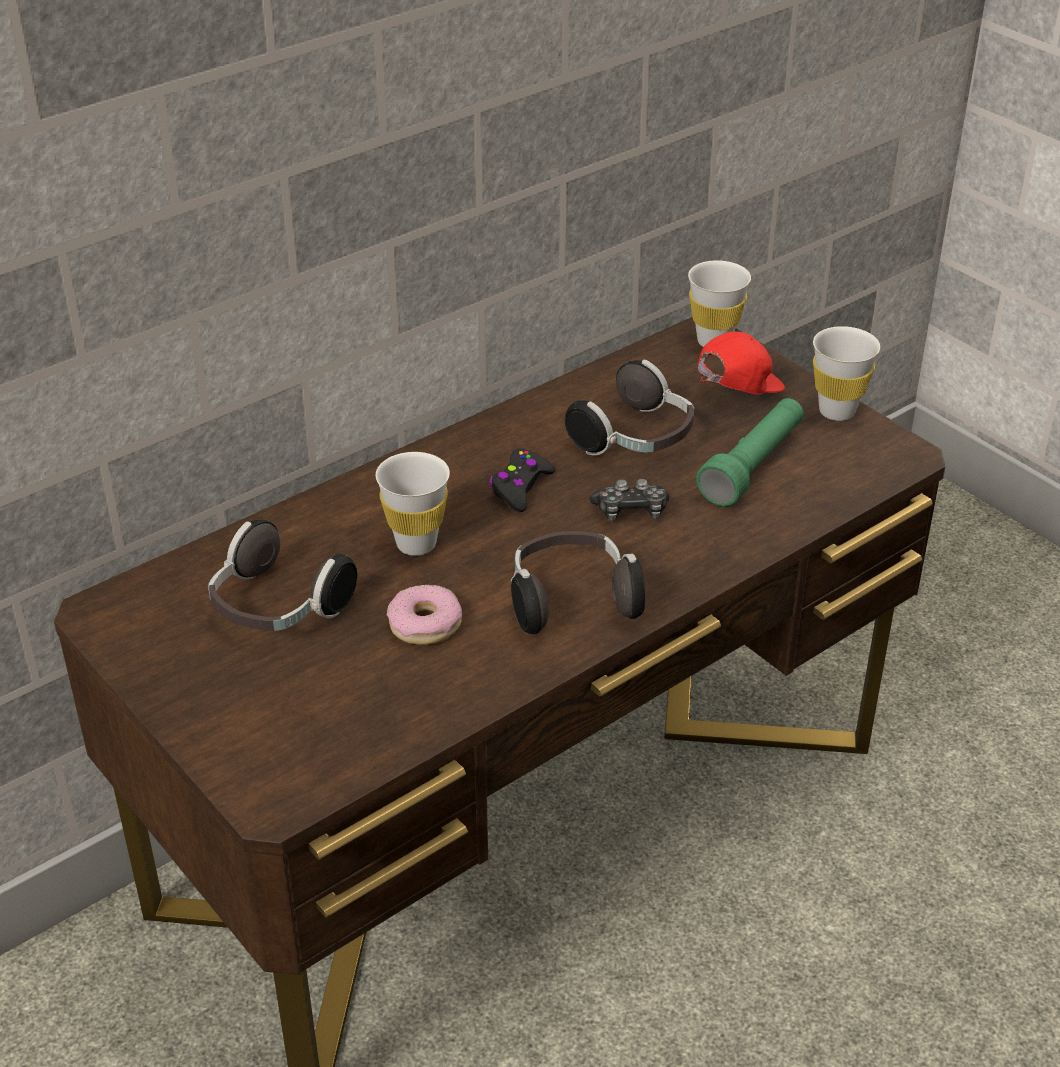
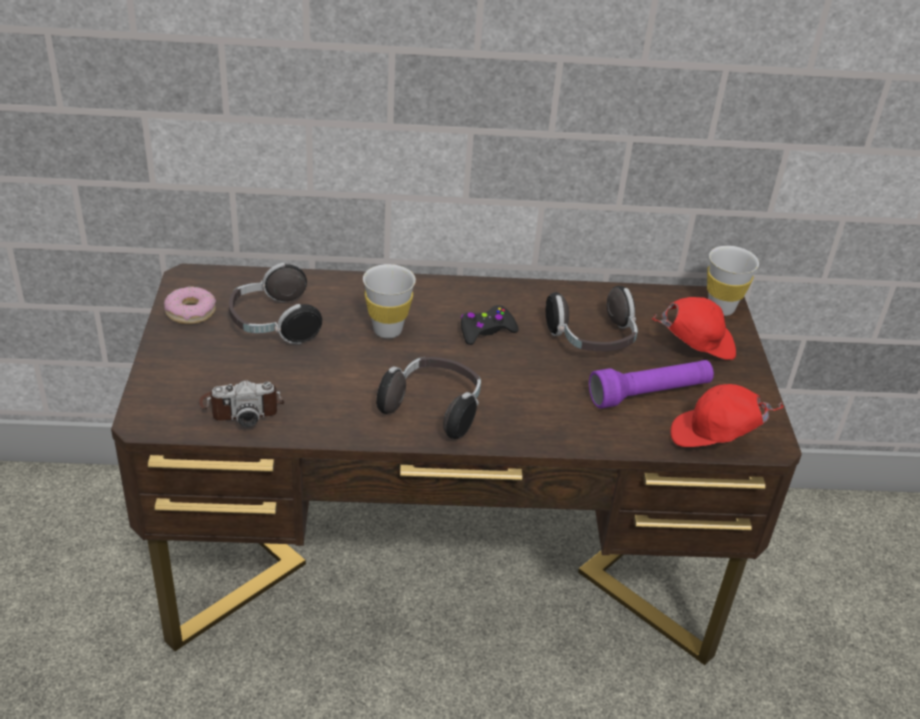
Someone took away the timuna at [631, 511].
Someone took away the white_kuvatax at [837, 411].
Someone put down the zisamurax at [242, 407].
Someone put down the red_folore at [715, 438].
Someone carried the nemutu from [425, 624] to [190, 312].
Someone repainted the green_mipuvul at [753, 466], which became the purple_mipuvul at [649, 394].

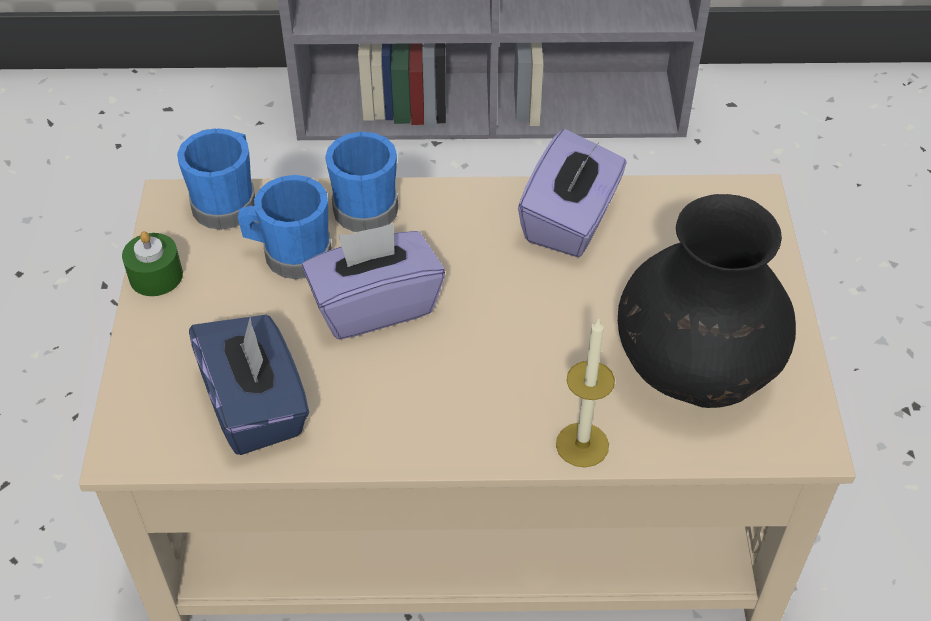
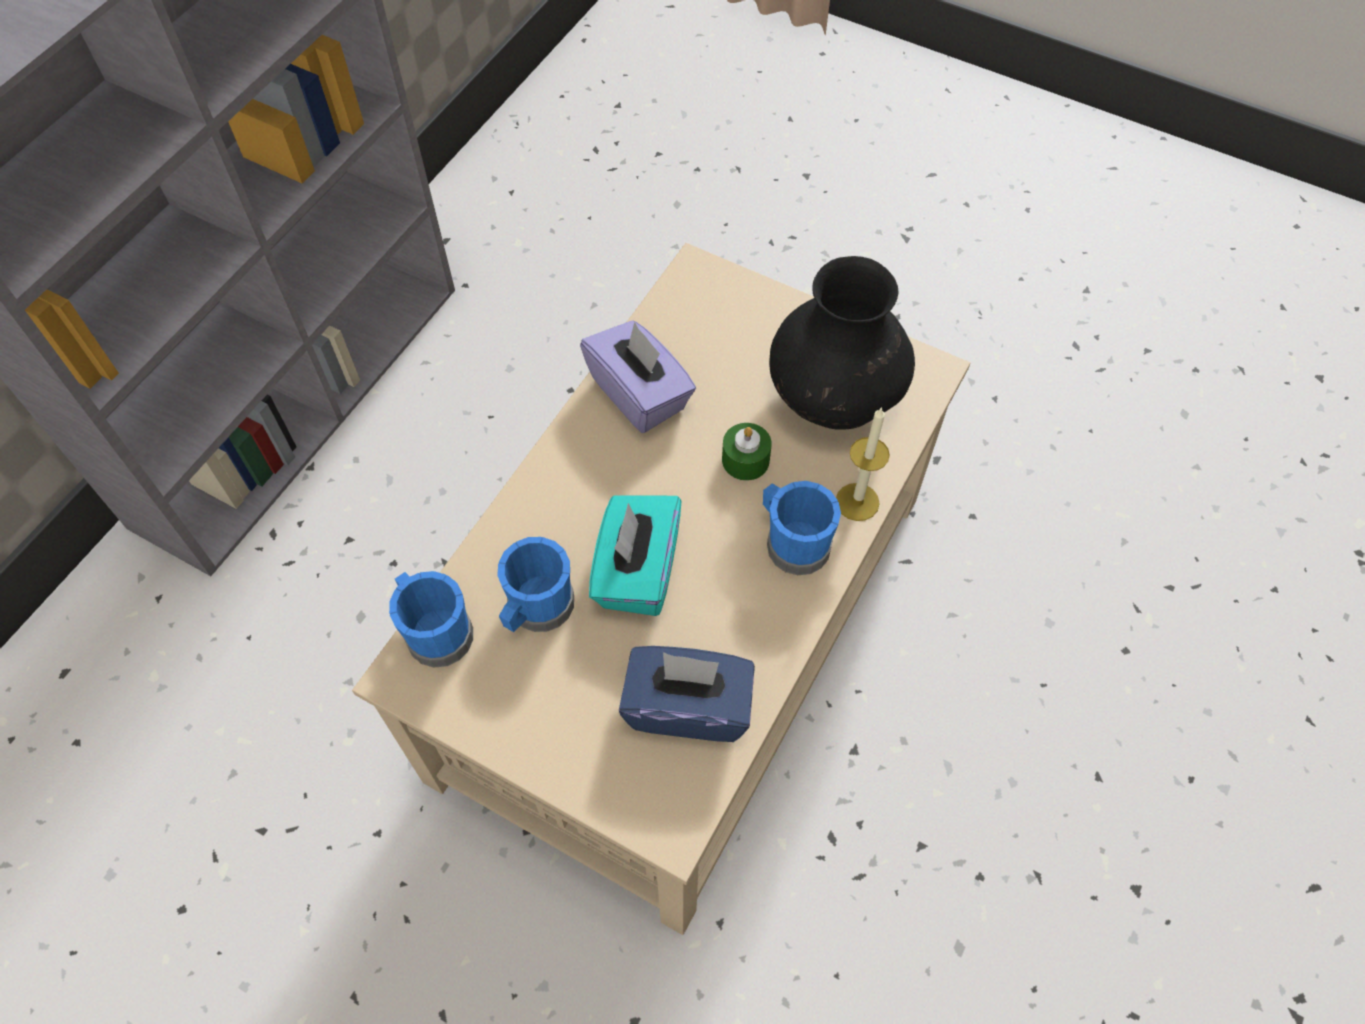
Someone carried the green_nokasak from [156, 276] to [745, 460].
Someone carried the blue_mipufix from [369, 205] to [793, 542].
Someone repainted the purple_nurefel at [375, 305], which became the turquoise_nurefel at [636, 572].

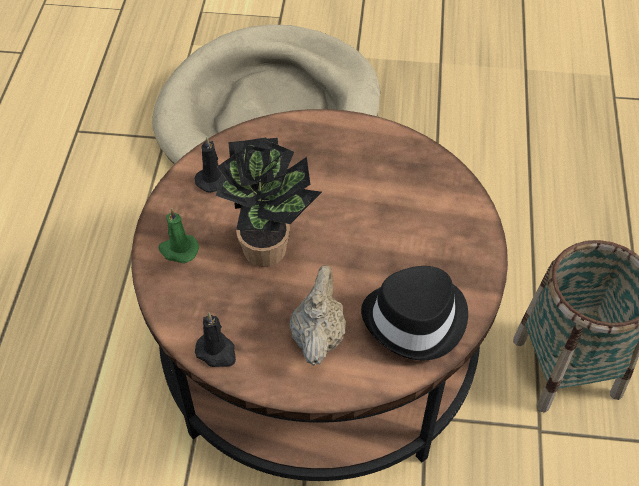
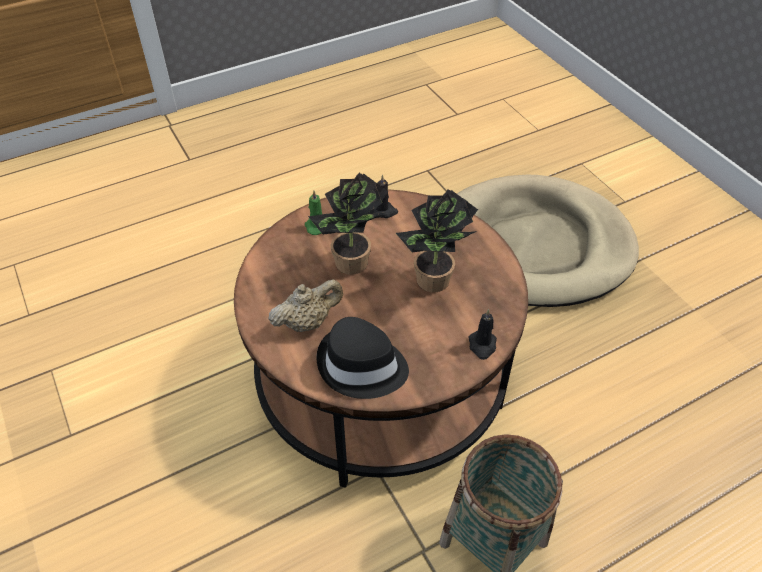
Someone put down the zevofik at [434, 284].
Someone carried the black_nokasak from [217, 352] to [482, 346].

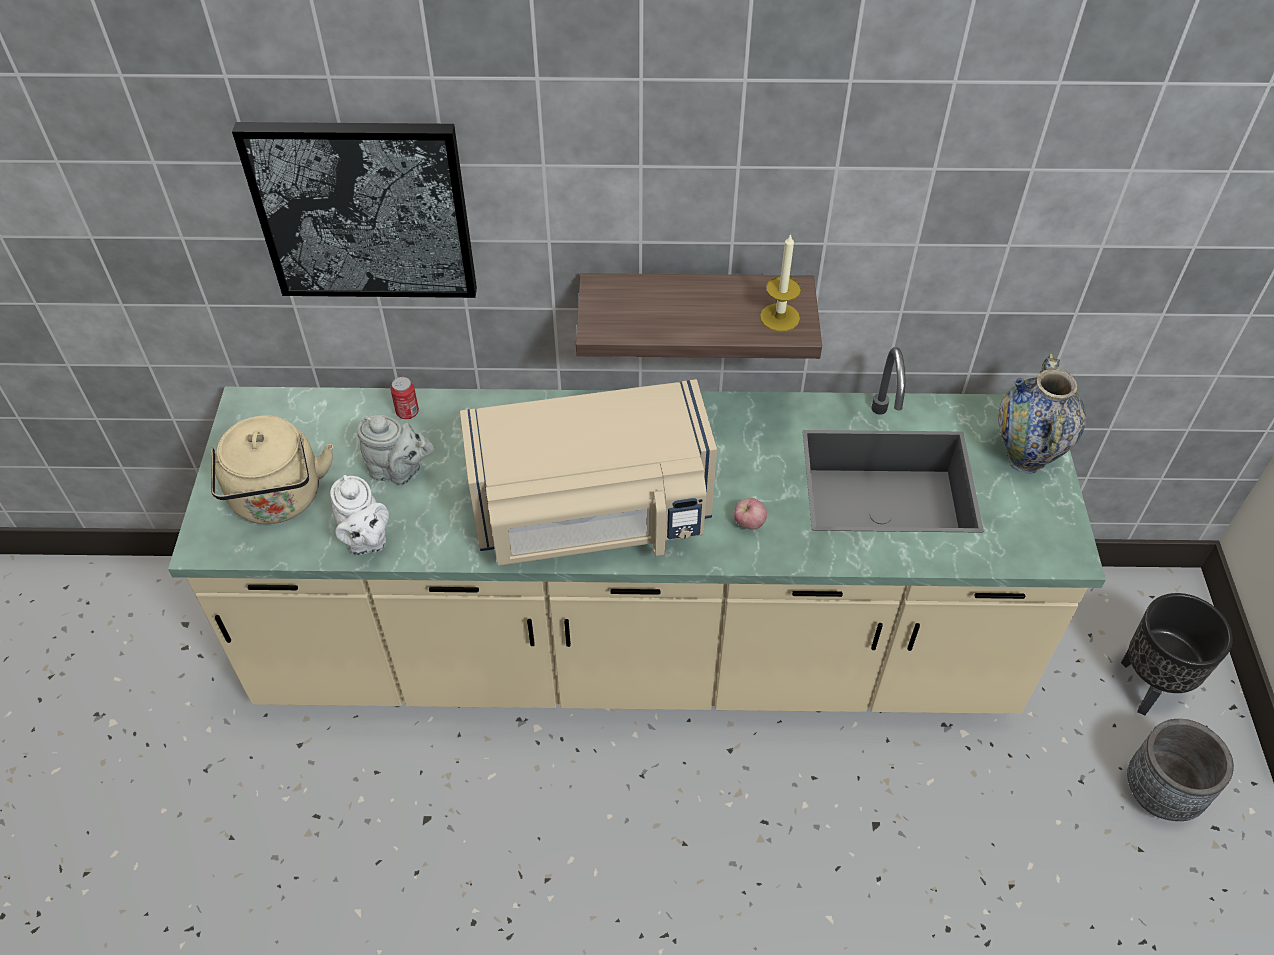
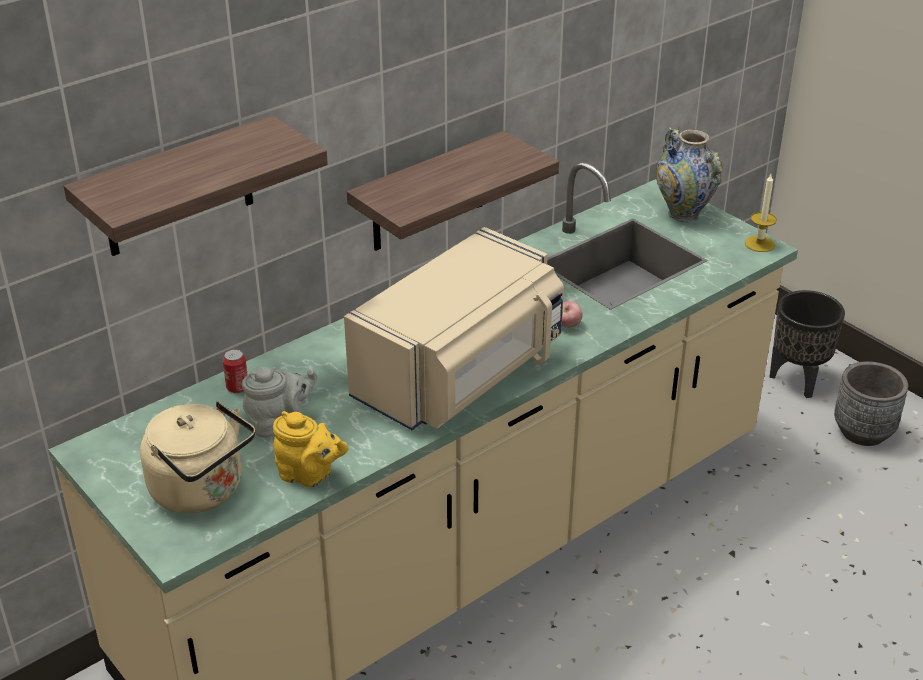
Someone carried the nokasak from [779, 317] to [759, 244].
Someone swapped the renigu at [364, 210] for the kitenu at [178, 188].
Someone repainted the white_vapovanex at [365, 540], which became the yellow_vapovanex at [309, 475].

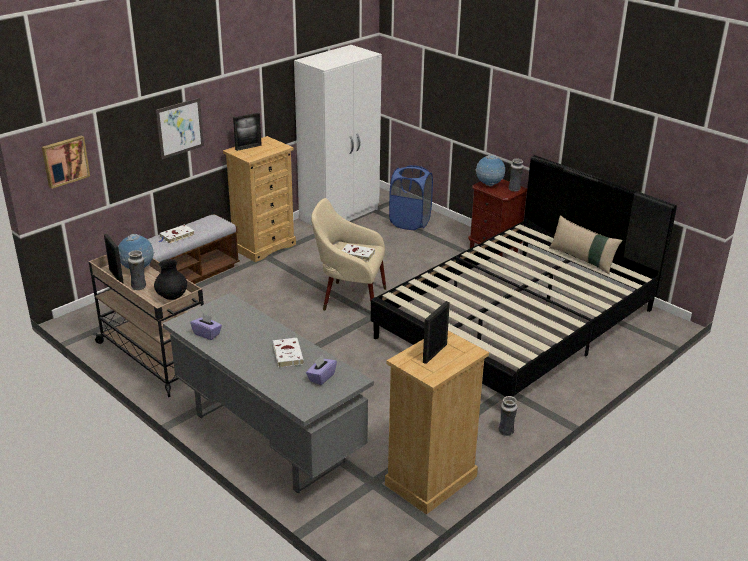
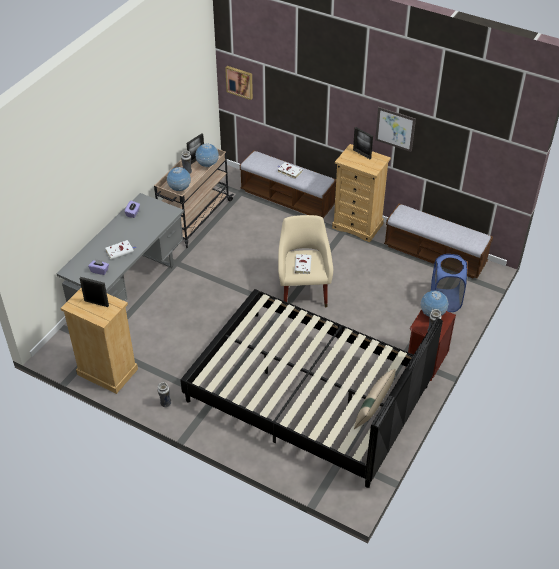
Someone carried the renigu from [180, 128] to [395, 129].
Someone swapped the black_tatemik at [172, 297] for the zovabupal at [179, 189].
Someone swapped the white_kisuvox at [340, 214] for the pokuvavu at [435, 255].

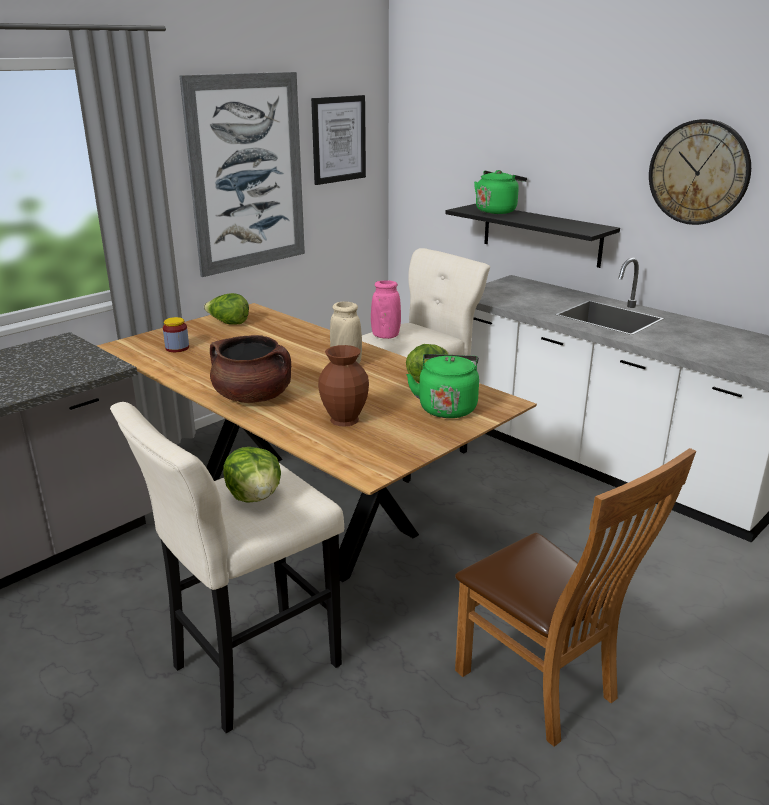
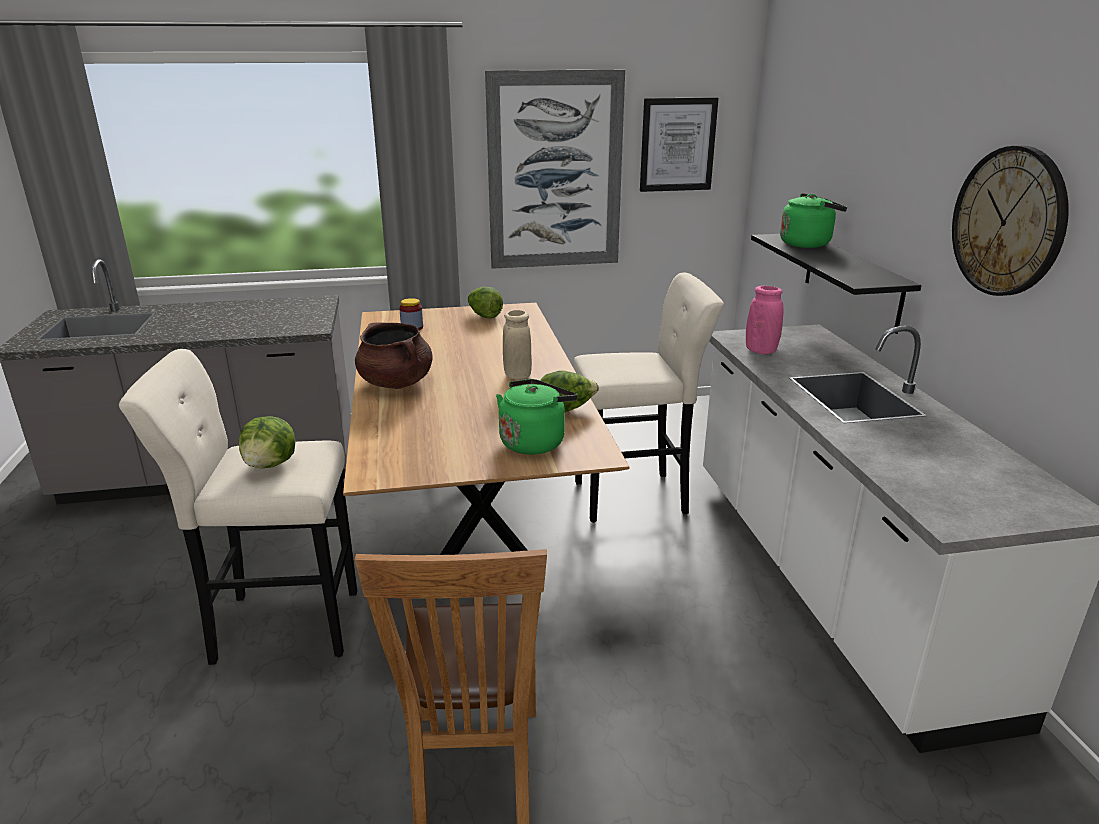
Someone took away the brown_tatemik at [345, 420].
Someone carried the pink_tatemik from [385, 336] to [761, 351].

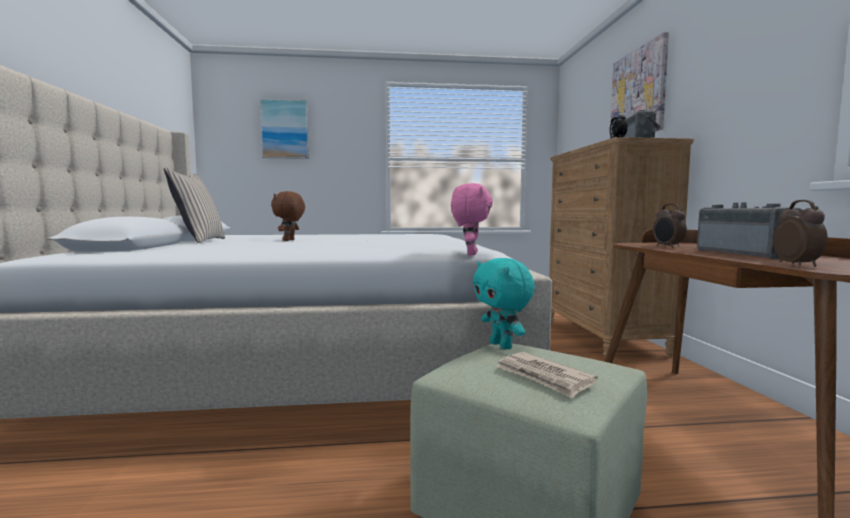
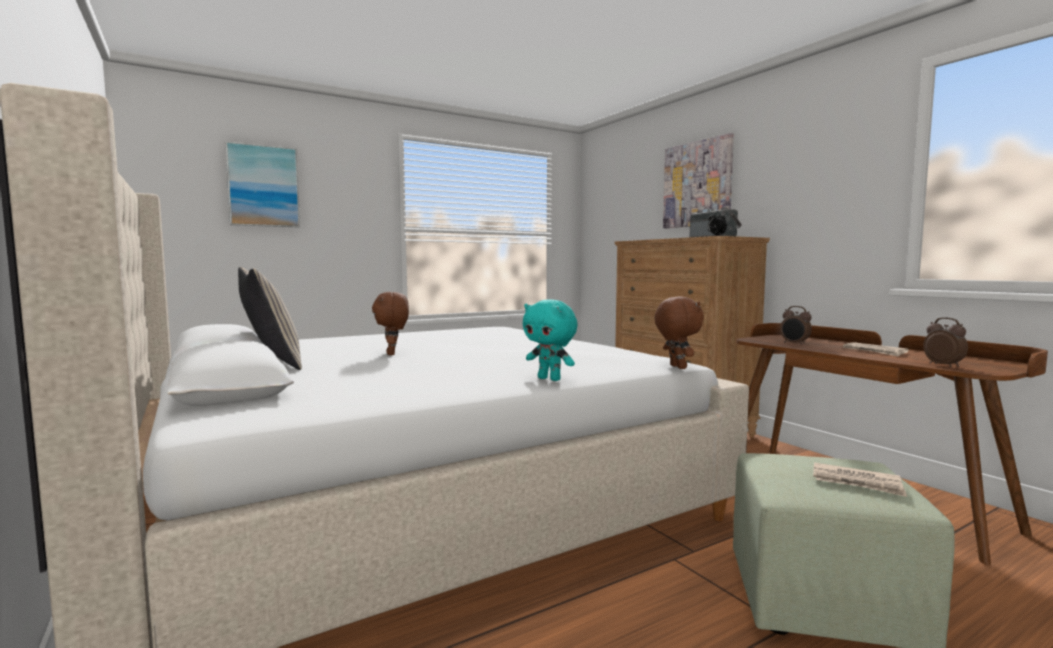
Someone carried the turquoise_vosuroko from [502, 346] to [550, 379].
Someone swapped the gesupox at [747, 254] for the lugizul at [874, 351].
Someone repainted the pink_vosuroko at [470, 254], which became the brown_vosuroko at [676, 367].

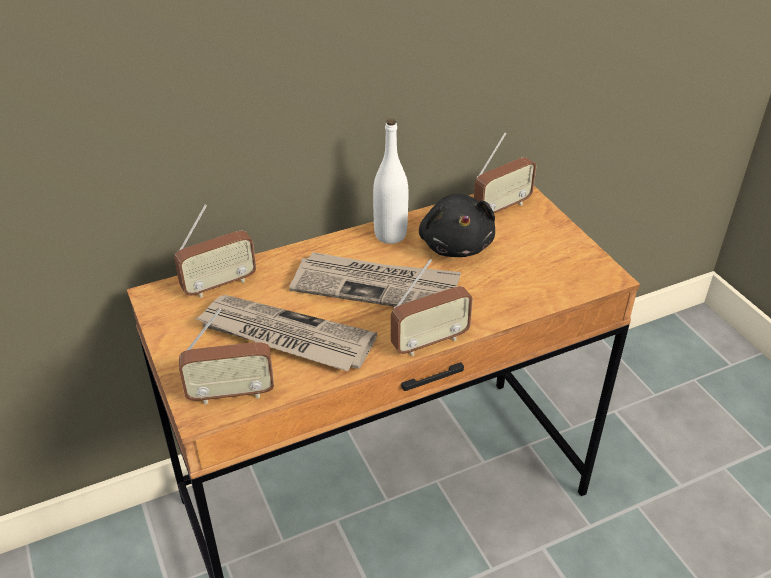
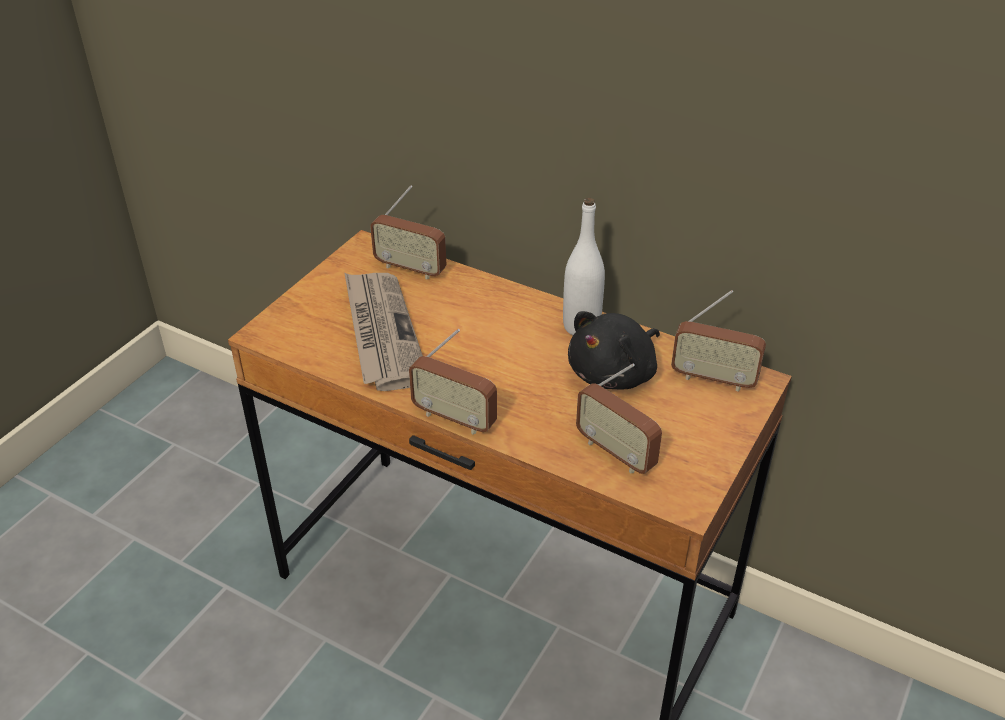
Someone took away the lugizul at [376, 286].
Someone carried the gesupox from [231, 394] to [615, 453].

